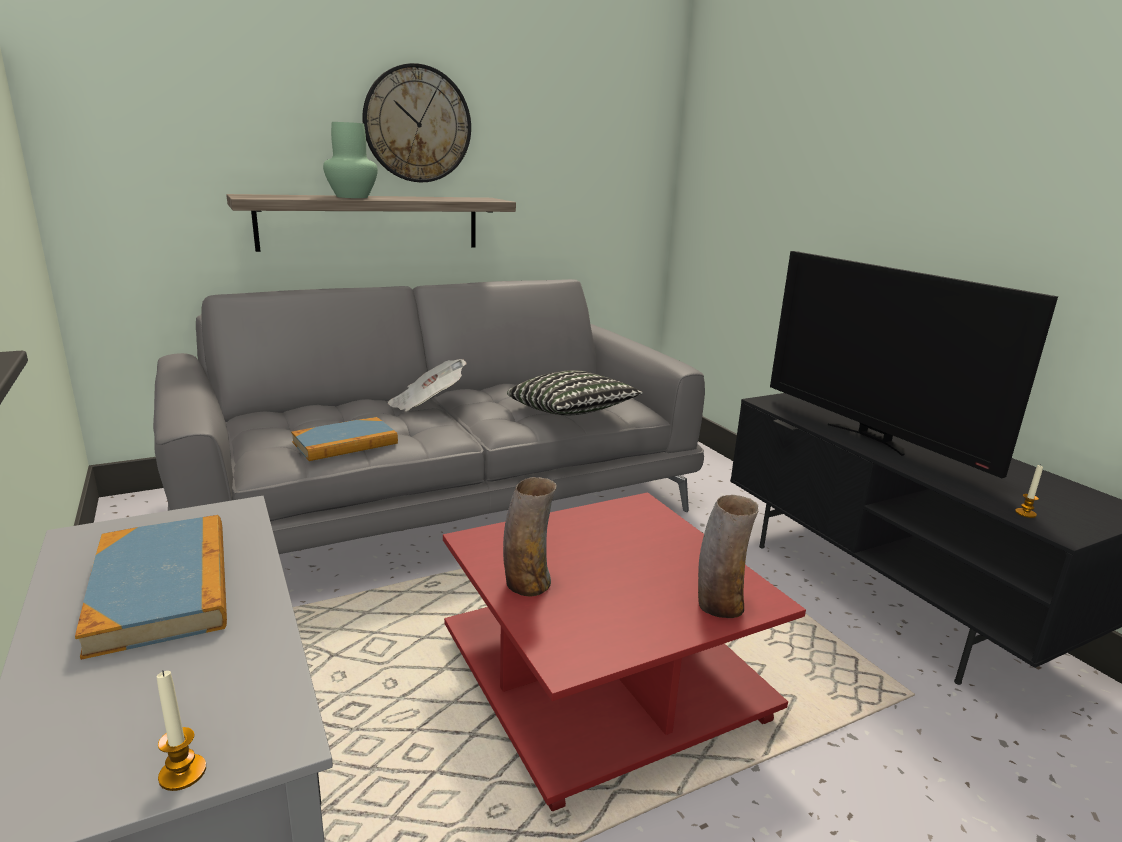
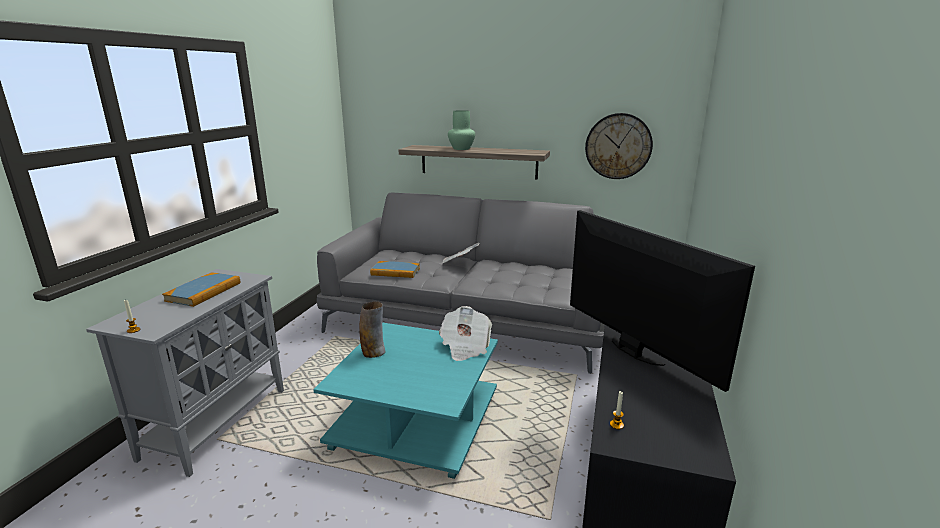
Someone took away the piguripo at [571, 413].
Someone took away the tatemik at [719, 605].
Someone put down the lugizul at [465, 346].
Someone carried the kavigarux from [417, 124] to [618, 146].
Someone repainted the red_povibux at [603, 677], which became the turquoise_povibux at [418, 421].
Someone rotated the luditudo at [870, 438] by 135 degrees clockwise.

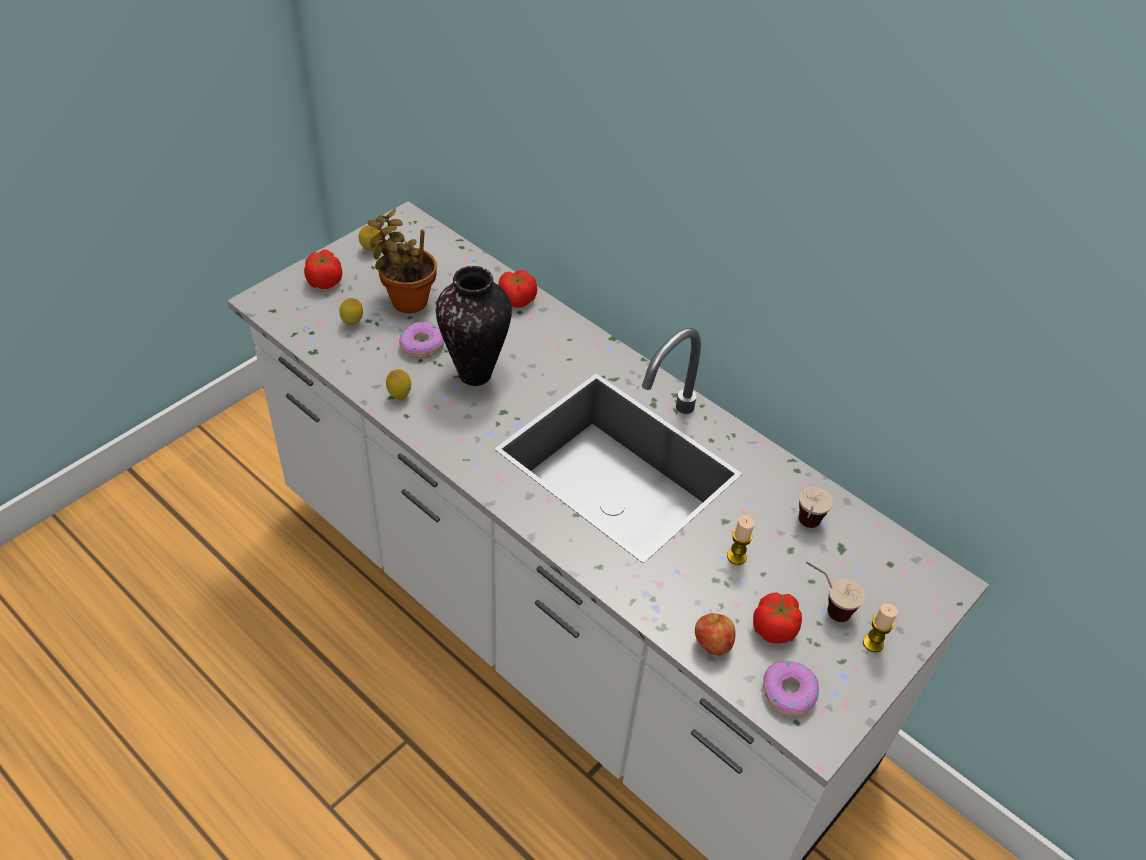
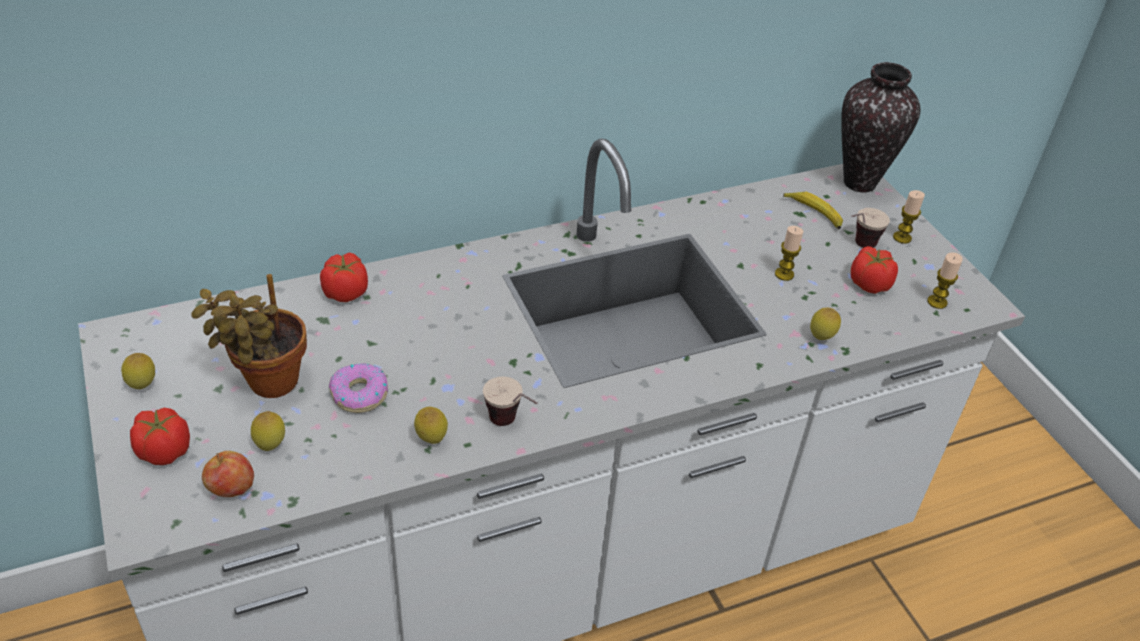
Someone put down the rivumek at [814, 214].
Someone put down the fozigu at [821, 338].
Someone carried the tatemik from [475, 375] to [861, 183].
Someone carried the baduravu from [712, 644] to [231, 489].
Someone carried the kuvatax from [805, 529] to [512, 426].
Someone swapped the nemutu at [788, 692] for the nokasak at [937, 302].

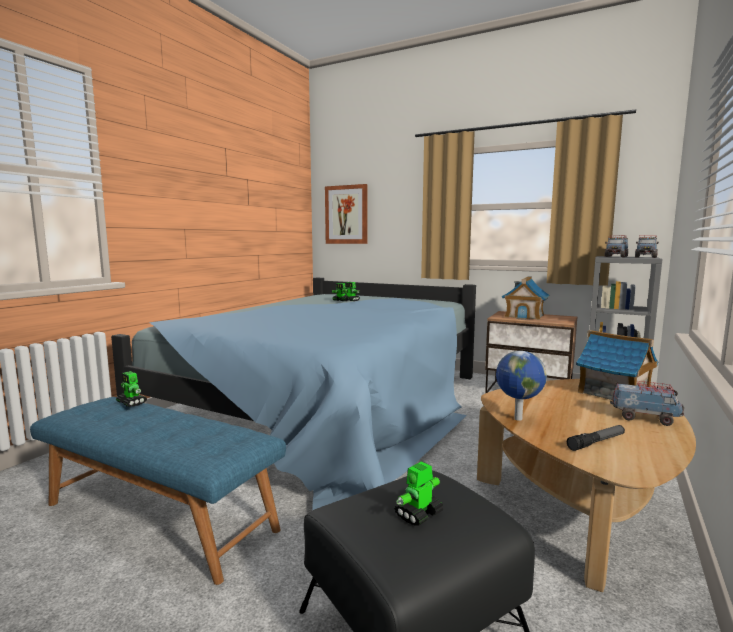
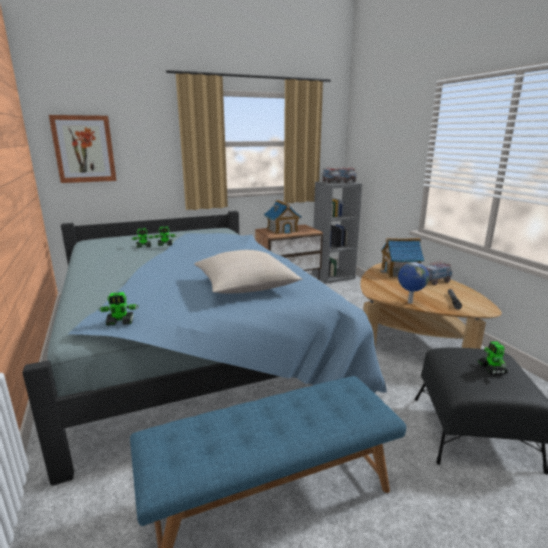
Someone put down the beige_piguripo at [245, 286].
Someone carried the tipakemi from [132, 403] to [120, 322].

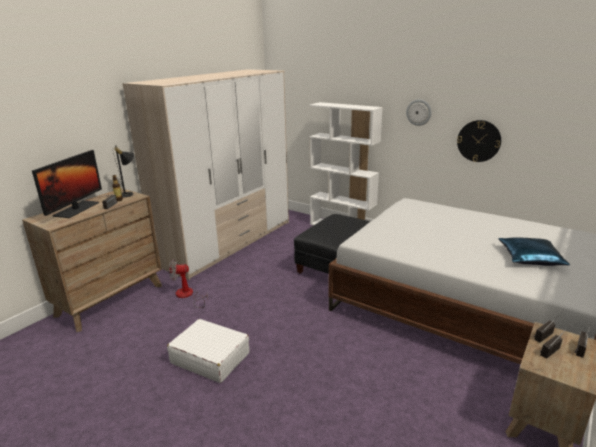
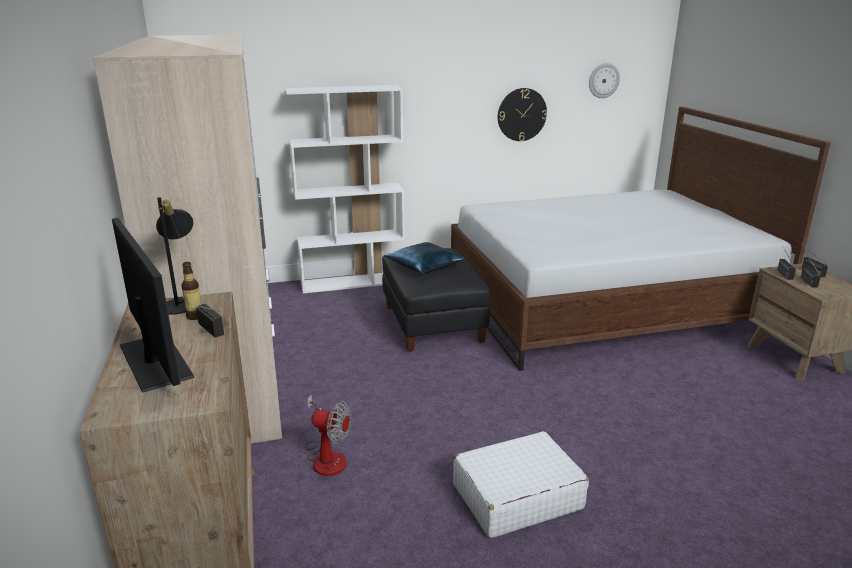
Someone carried the kavigarux from [419, 112] to [603, 80].
Someone carried the blue_piguripo from [530, 258] to [425, 266].
Someone rotated the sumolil at [188, 295] by 105 degrees counterclockwise.

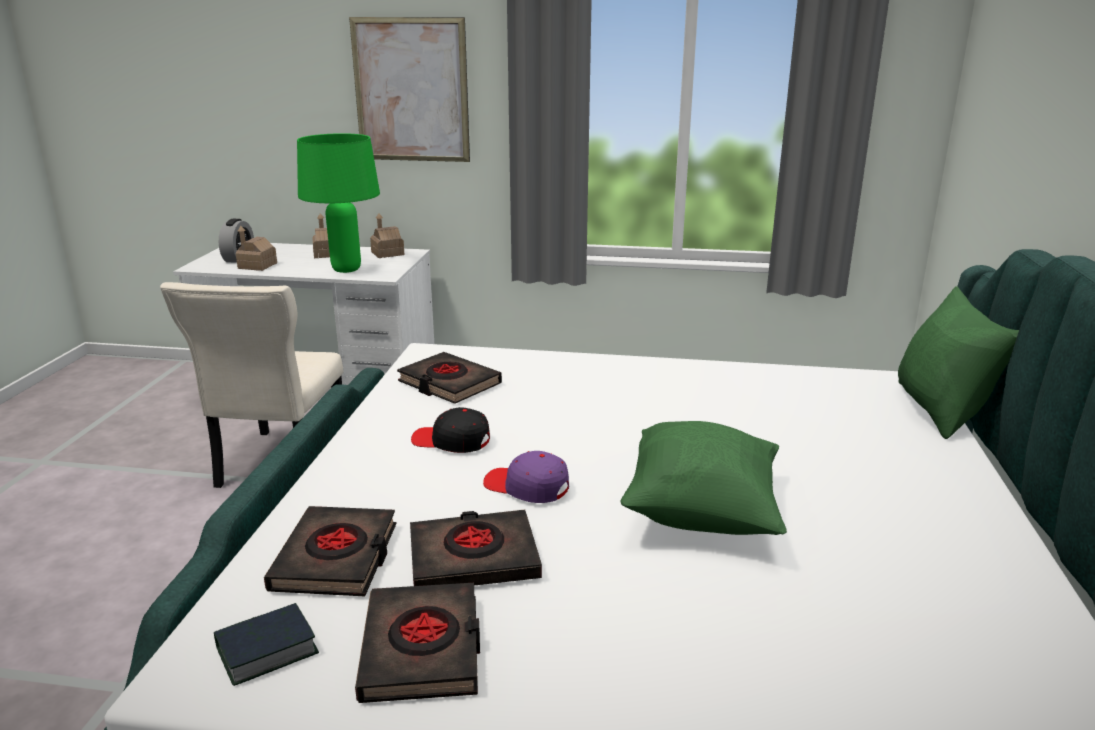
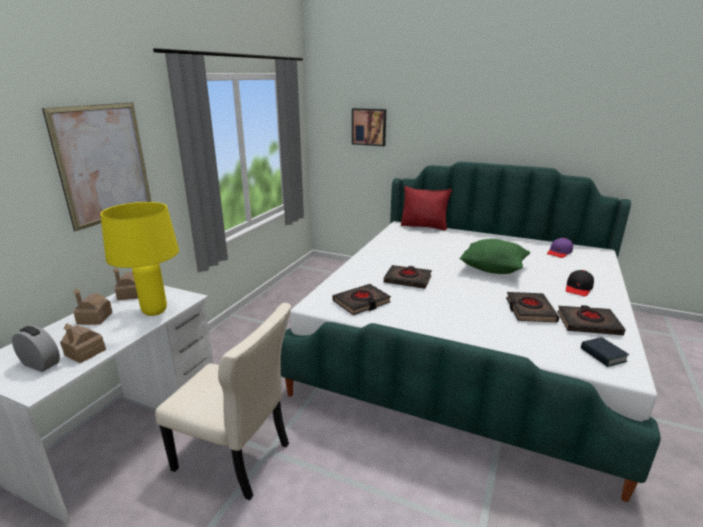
Someone put up the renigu at [369, 127].
Someone carried the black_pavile from [336, 558] to [408, 280].
Someone carried the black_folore from [451, 441] to [578, 288].
Someone carried the purple_folore from [527, 487] to [559, 252].
Someone repainted the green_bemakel at [347, 270], which became the yellow_bemakel at [155, 311].
Someone repainted the green_piguripo at [940, 410], which became the red_piguripo at [424, 226].

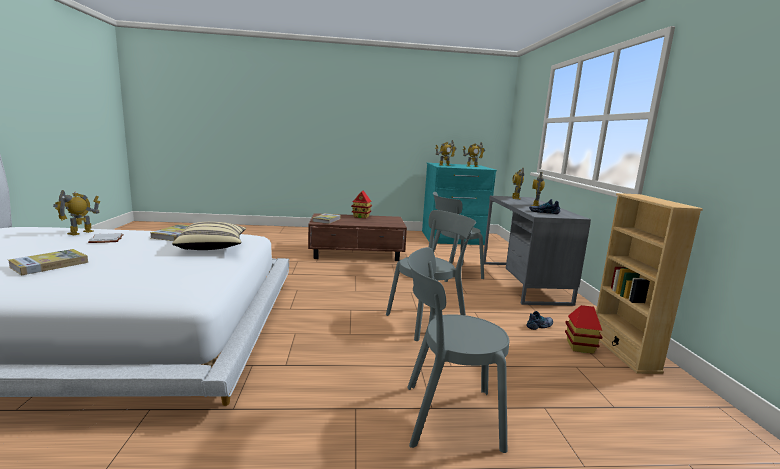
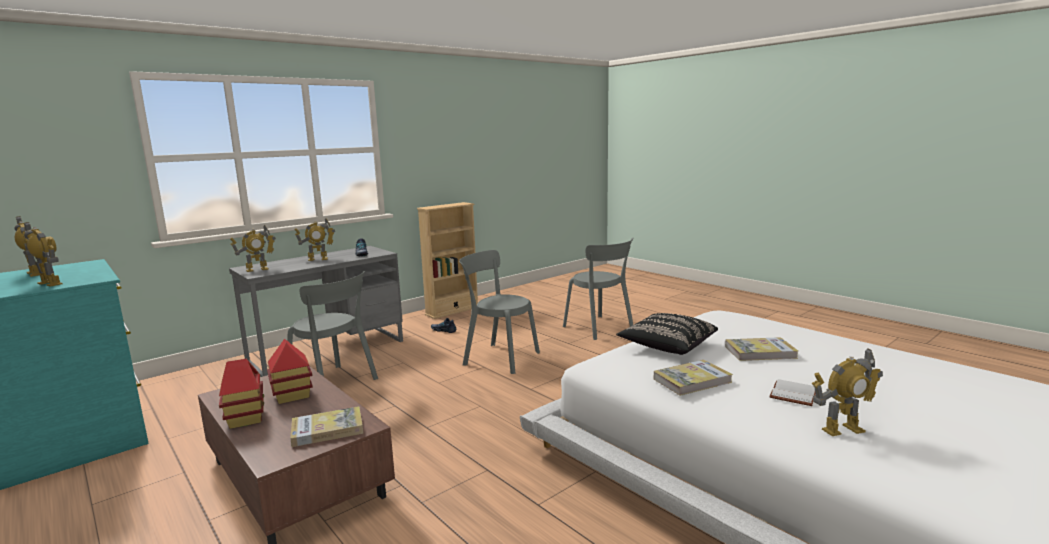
Someone carried the pavile from [49, 264] to [760, 352].
Someone carried the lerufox from [579, 346] to [292, 395].
Someone repainted the beige_piguripo at [212, 247], which became the black_piguripo at [667, 346].

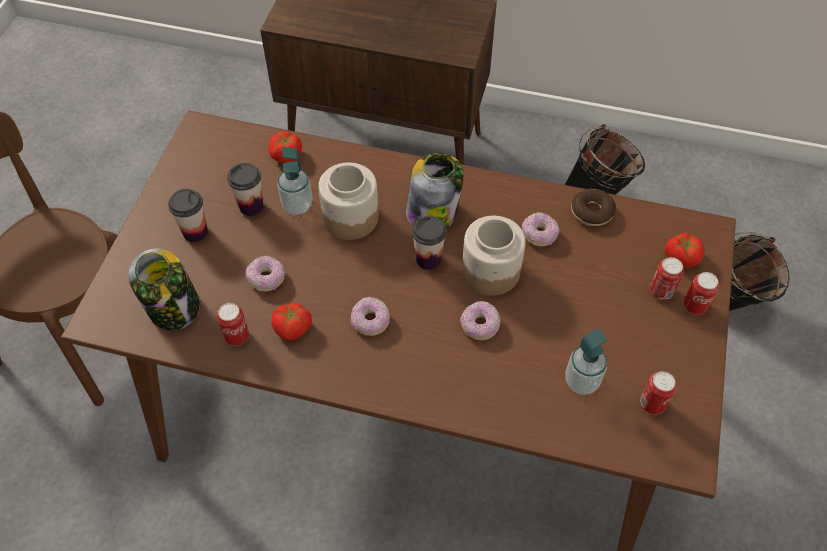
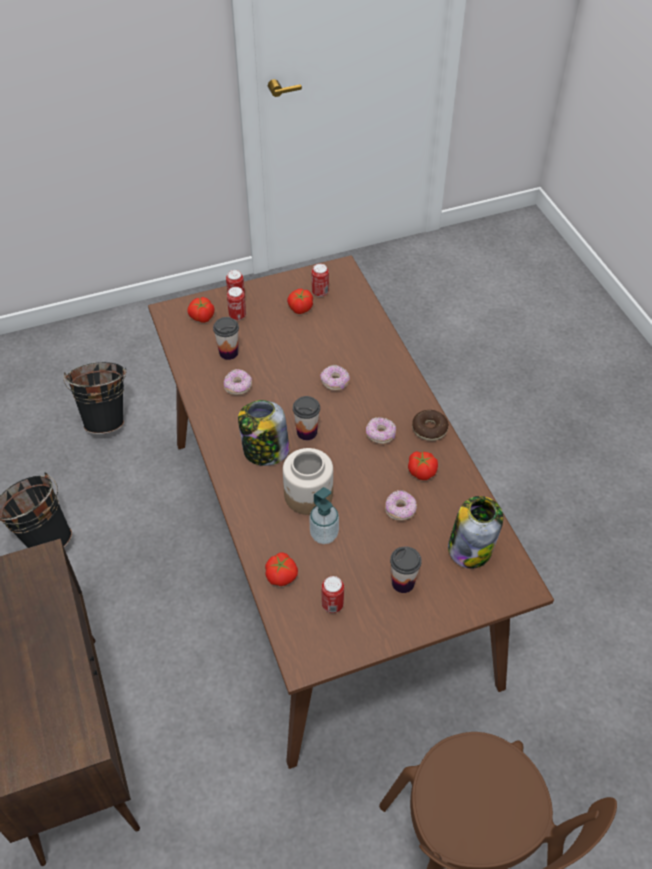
Someone took away the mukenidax at [490, 271].
Someone took away the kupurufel at [581, 381].
Someone put down the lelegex at [300, 308].
Someone carried the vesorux from [237, 336] to [332, 604].
Someone carried the kuvatax from [251, 206] to [228, 353].
Someone carried the nemutu from [592, 212] to [429, 429].

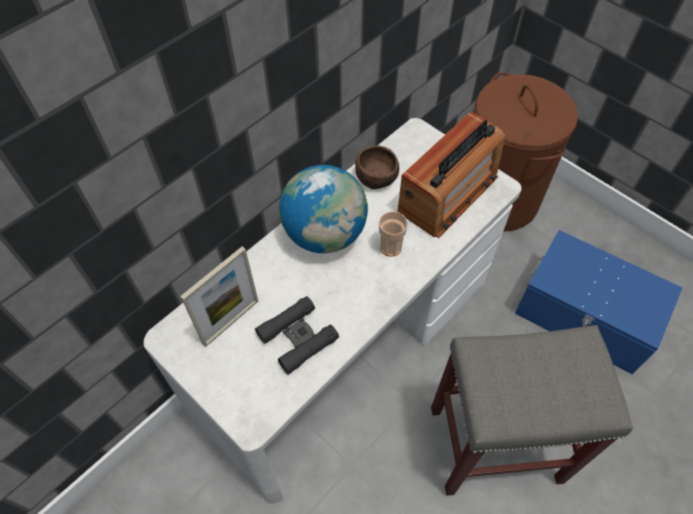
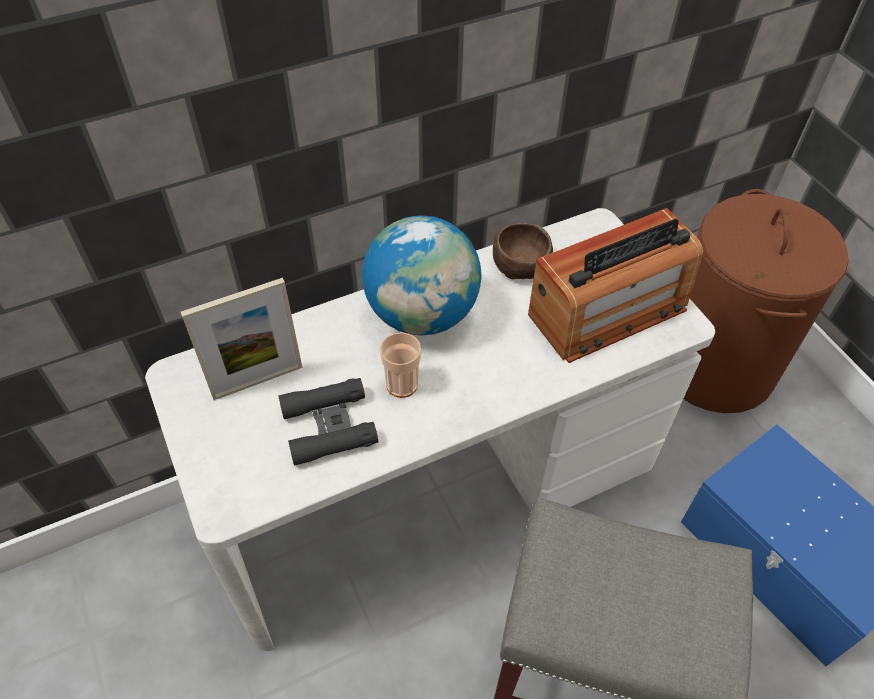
Someone carried the kuvatax from [390, 247] to [402, 385].

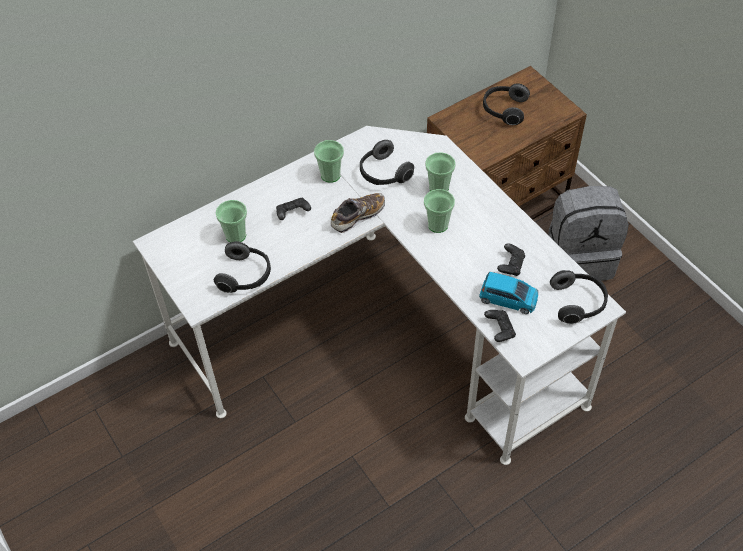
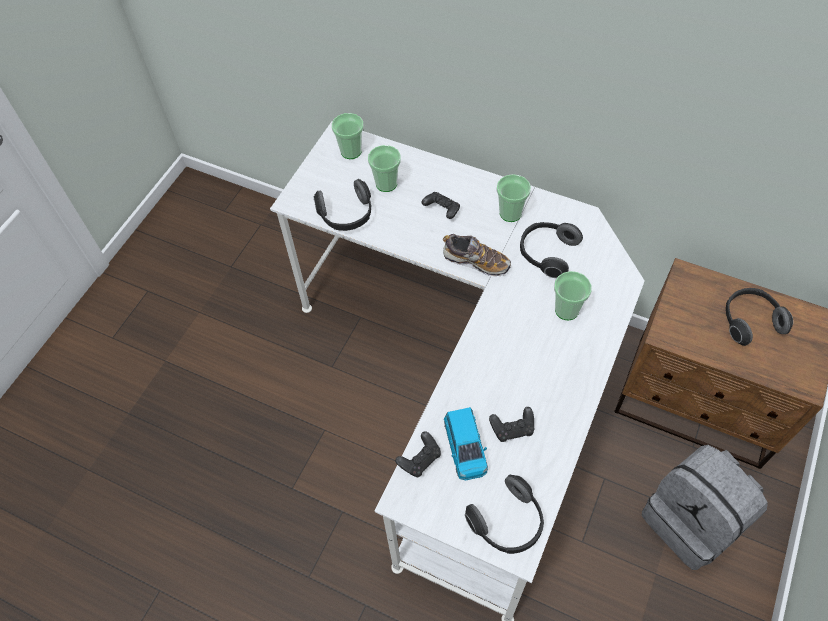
Someone carried the kuvatax from [438, 225] to [351, 151].

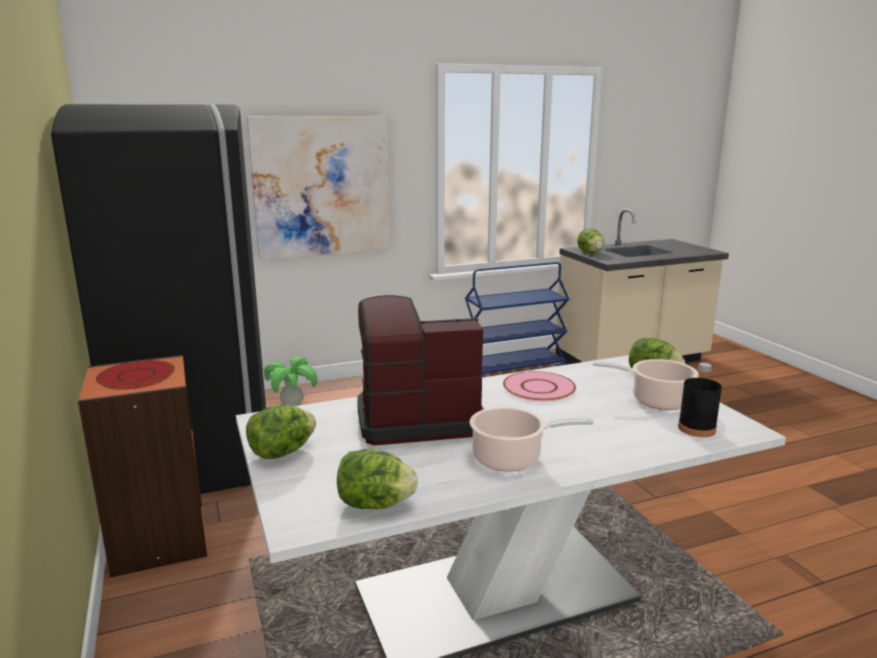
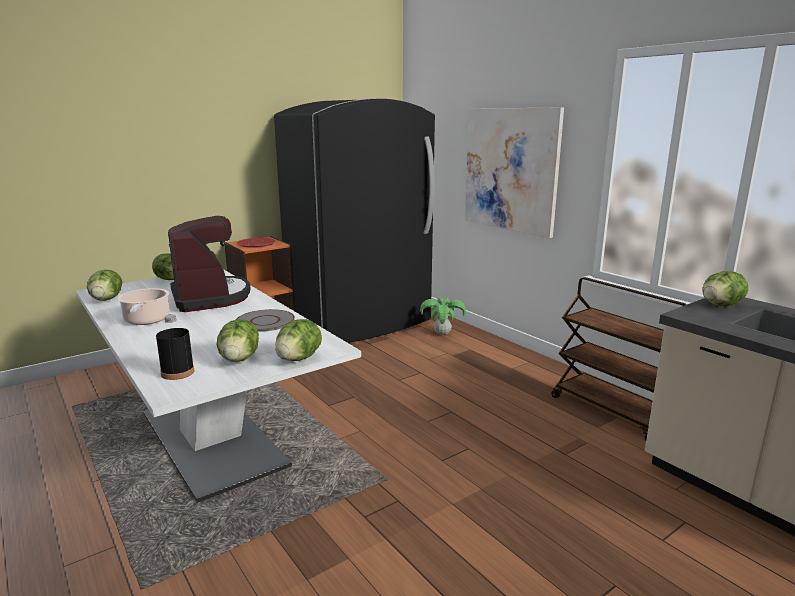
Someone swapped the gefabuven at [656, 401] for the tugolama at [239, 359].
Someone repainted the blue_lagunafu at [513, 371], which became the brown_lagunafu at [614, 412].
Someone repainted the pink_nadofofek at [539, 387], which became the grey_nadofofek at [265, 321].

